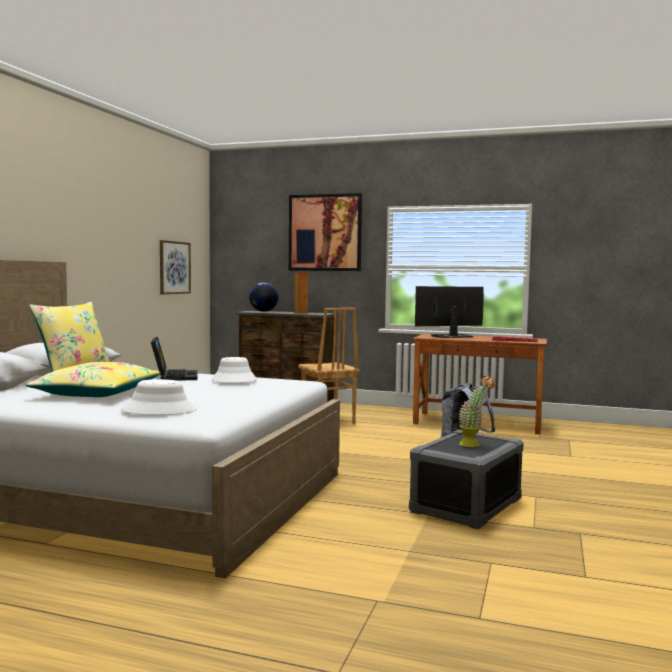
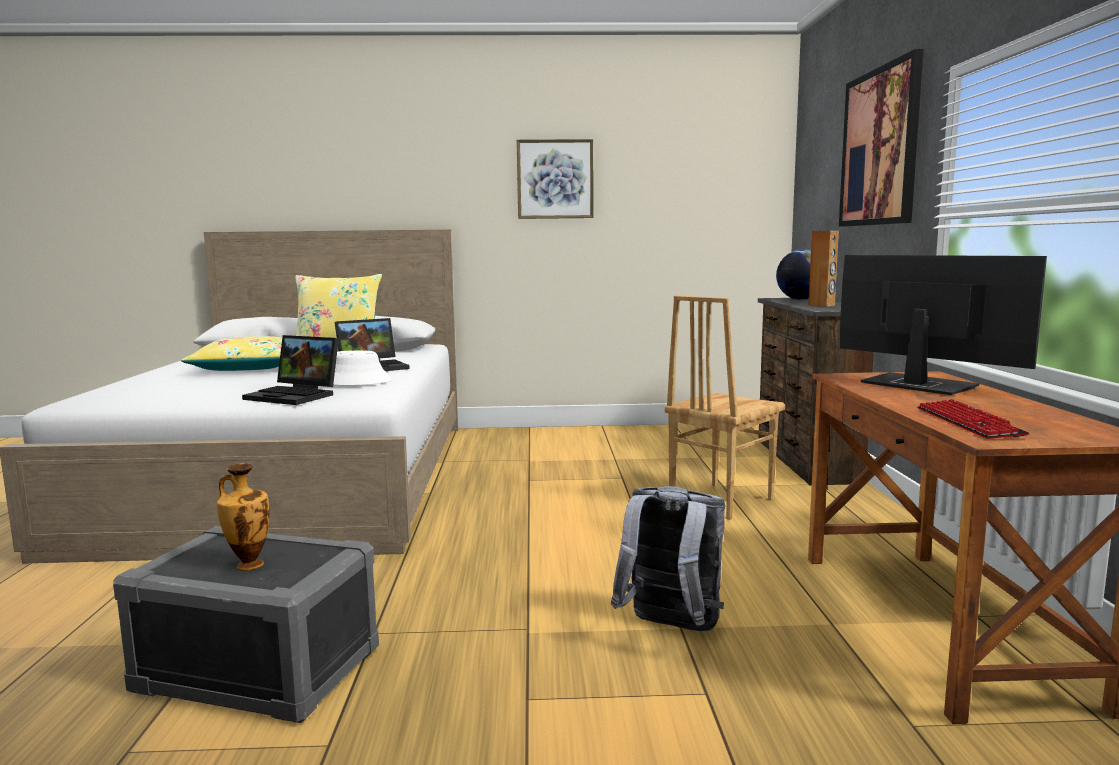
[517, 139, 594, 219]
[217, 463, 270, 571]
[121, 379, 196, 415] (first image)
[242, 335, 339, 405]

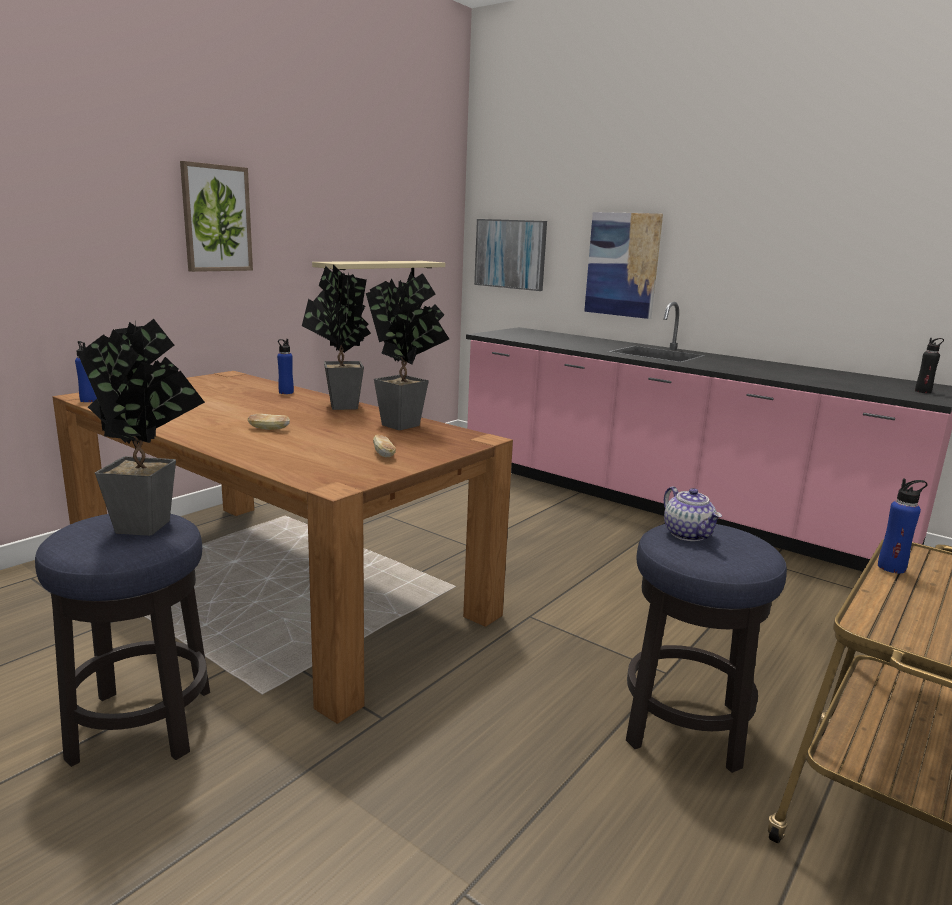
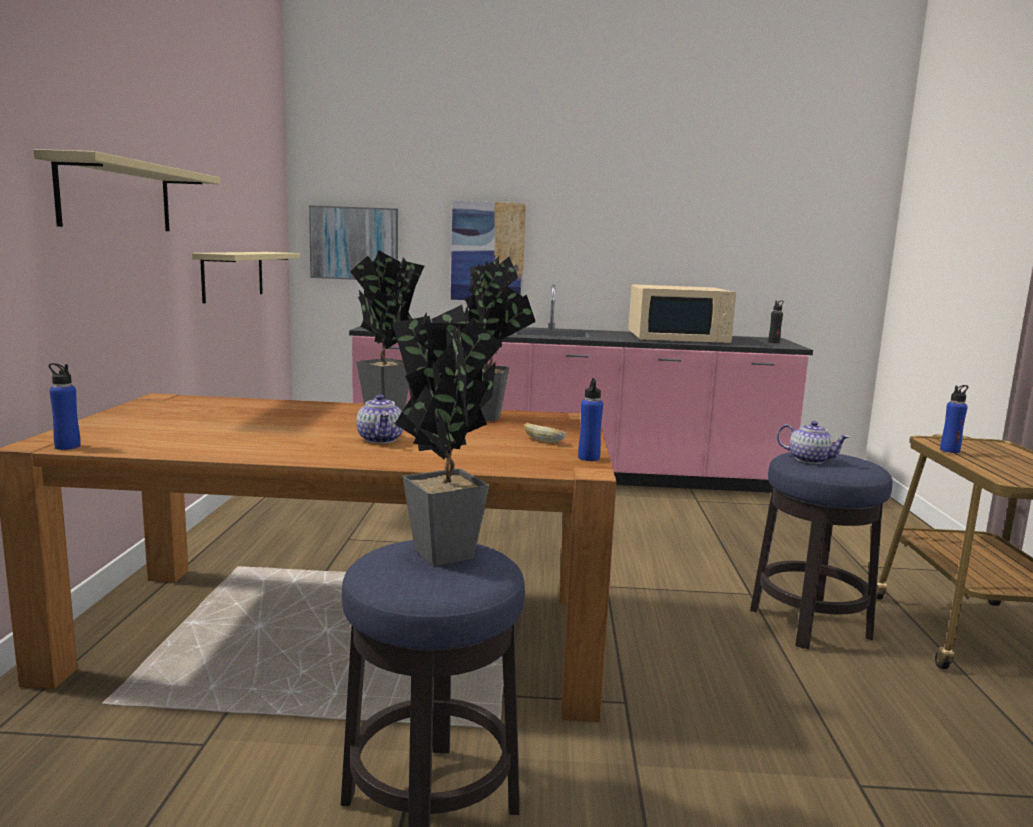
[33, 149, 220, 231]
[578, 378, 603, 461]
[356, 394, 403, 443]
[628, 284, 736, 344]

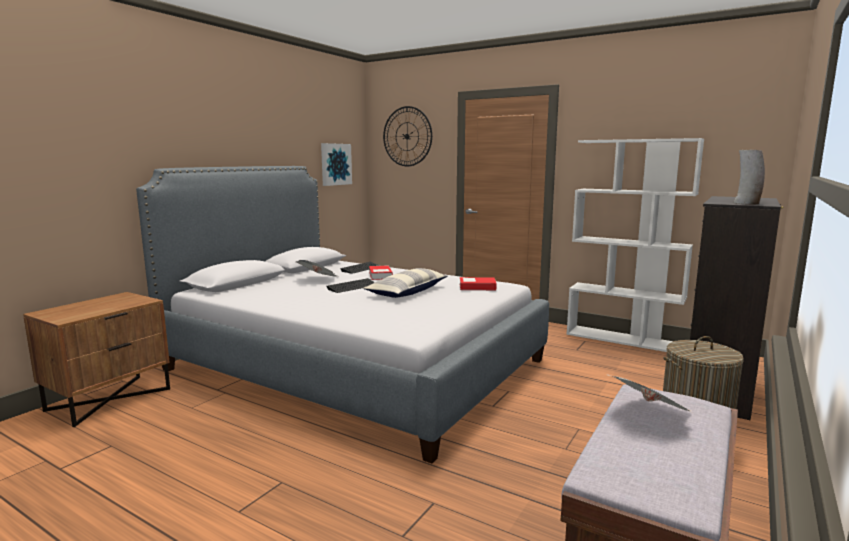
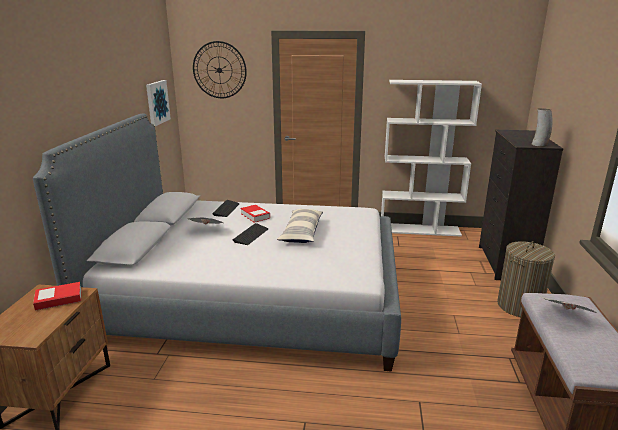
[33, 282, 82, 311]

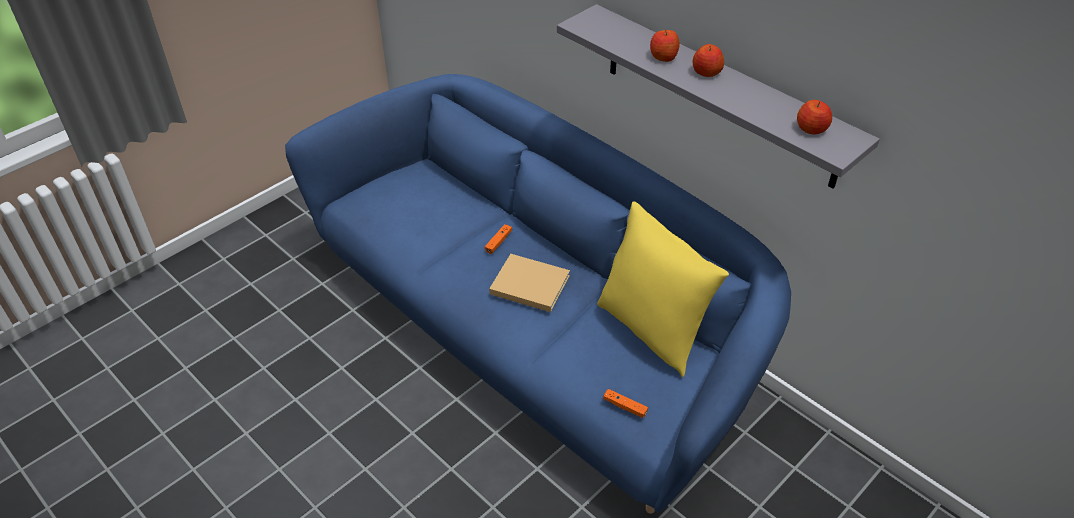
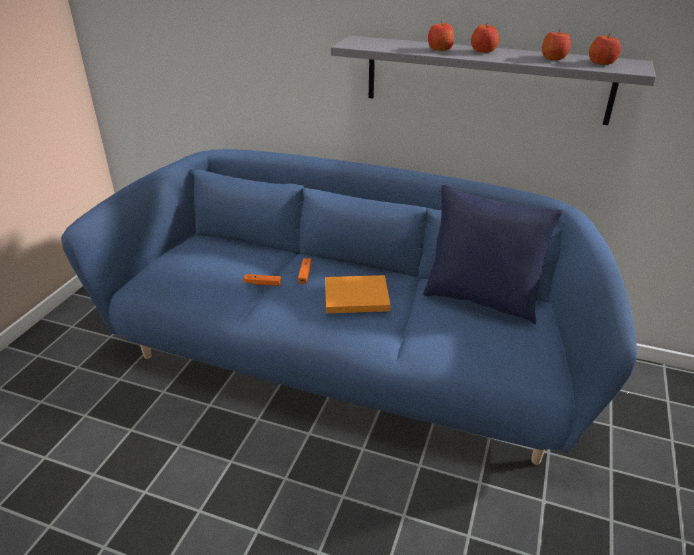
[423, 185, 563, 325]
[325, 275, 390, 313]
[243, 274, 281, 286]
[542, 30, 571, 60]

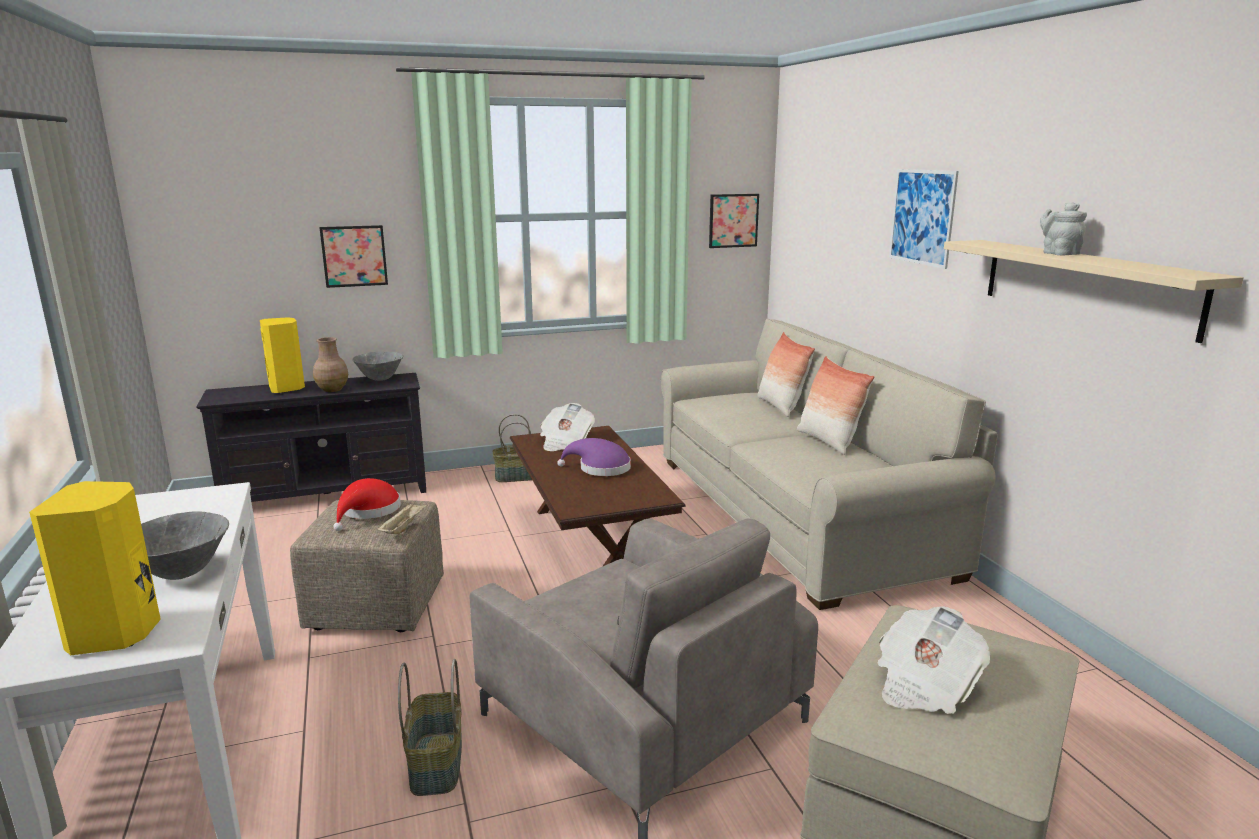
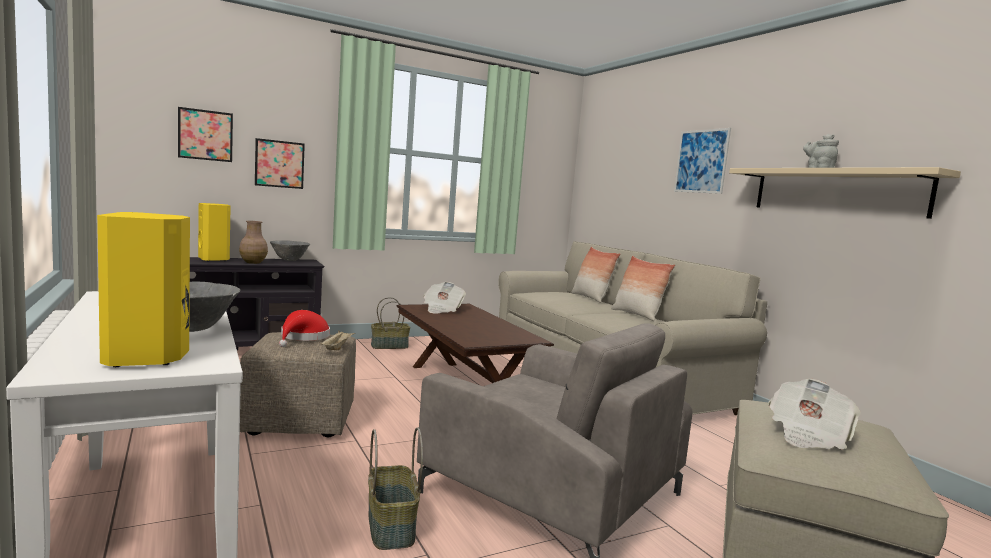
[178, 107, 233, 162]
[557, 438, 631, 476] (first image)

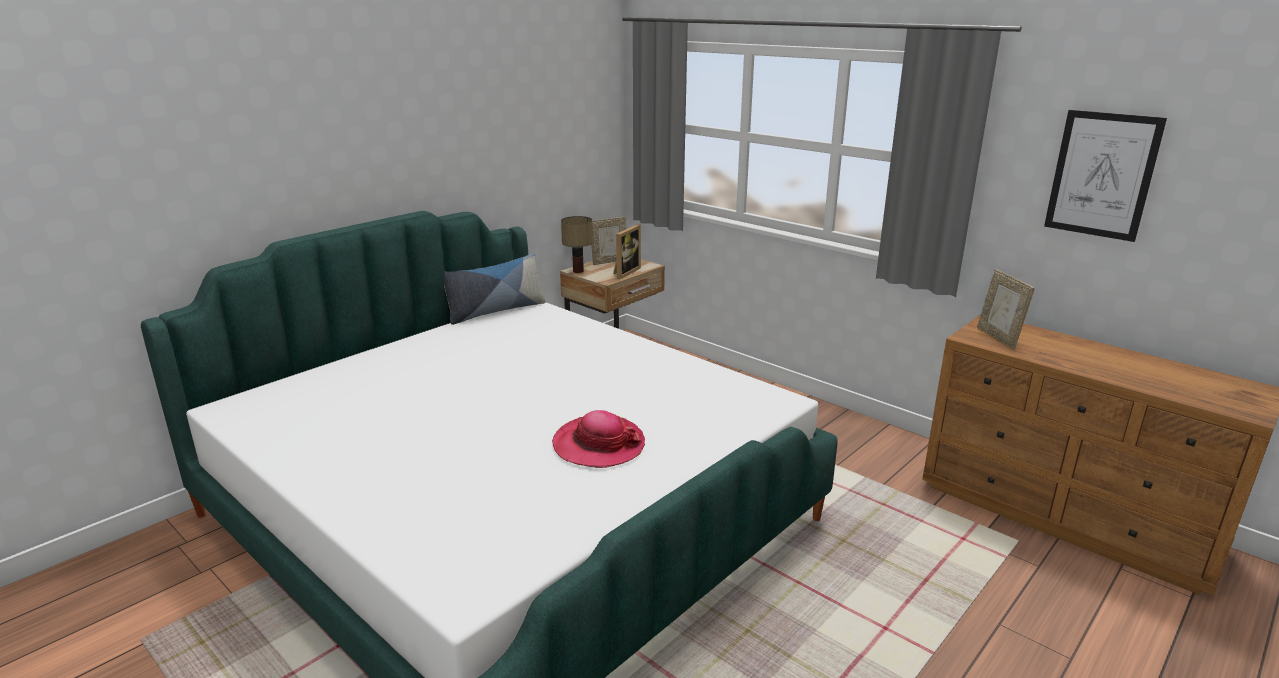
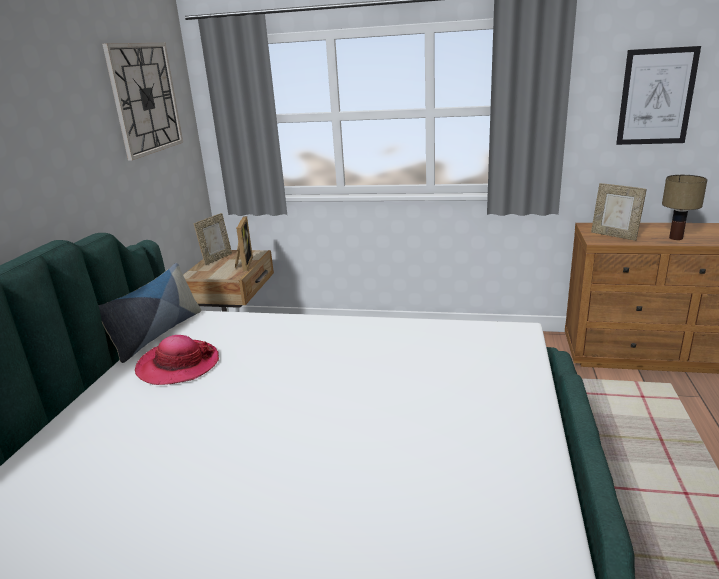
[662, 175, 708, 240]
[135, 335, 219, 385]
[102, 43, 183, 161]

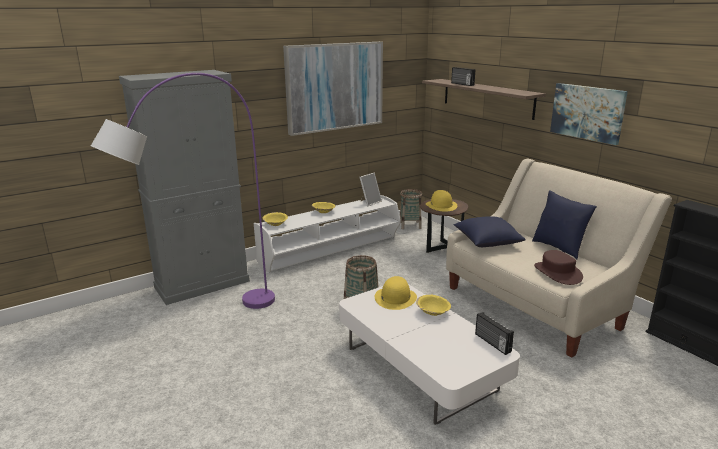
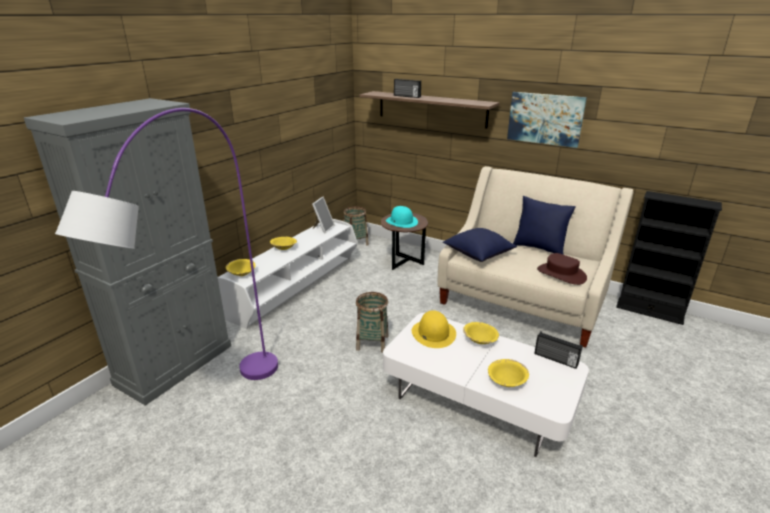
[283, 42, 383, 136] (first image)
[386, 206, 418, 228]
[488, 359, 529, 387]

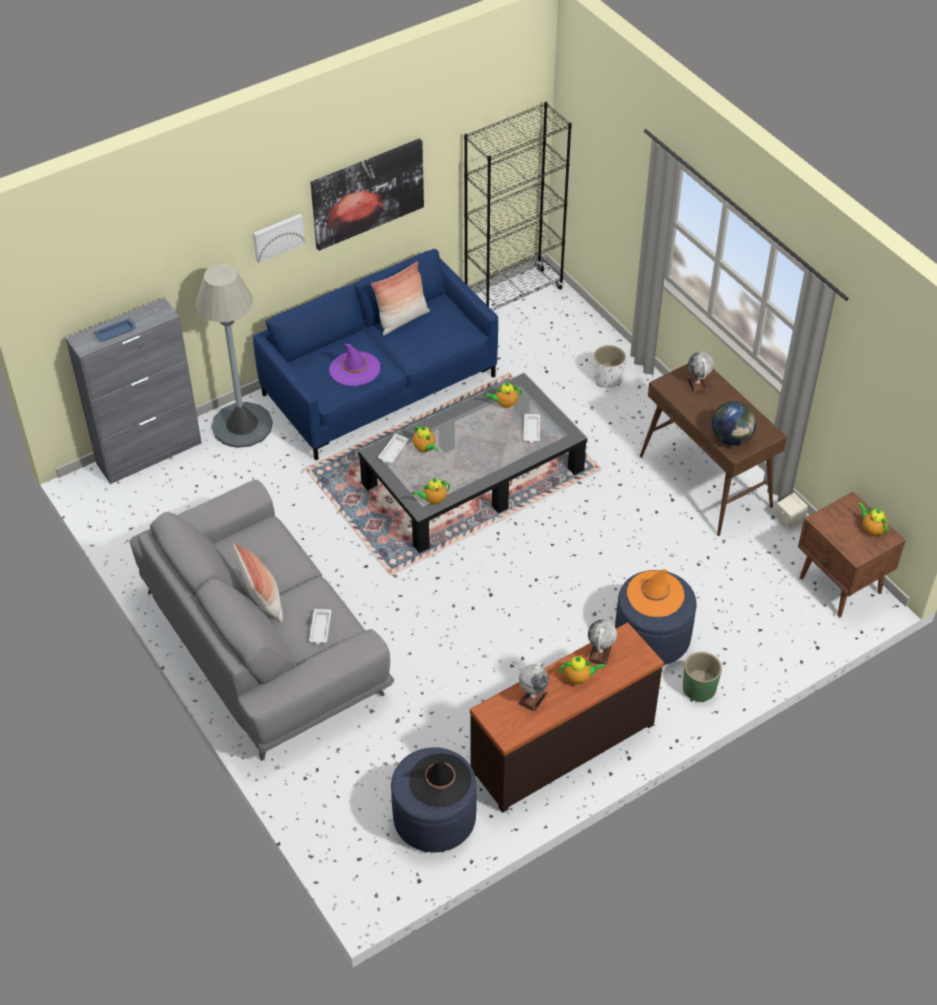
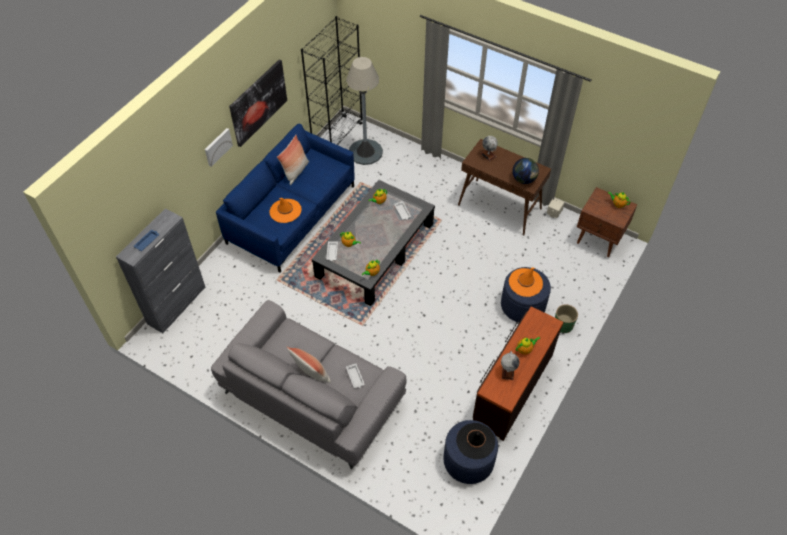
[346, 57, 383, 165]
[269, 198, 302, 223]
[594, 345, 626, 388] (first image)
[588, 620, 617, 666] (first image)

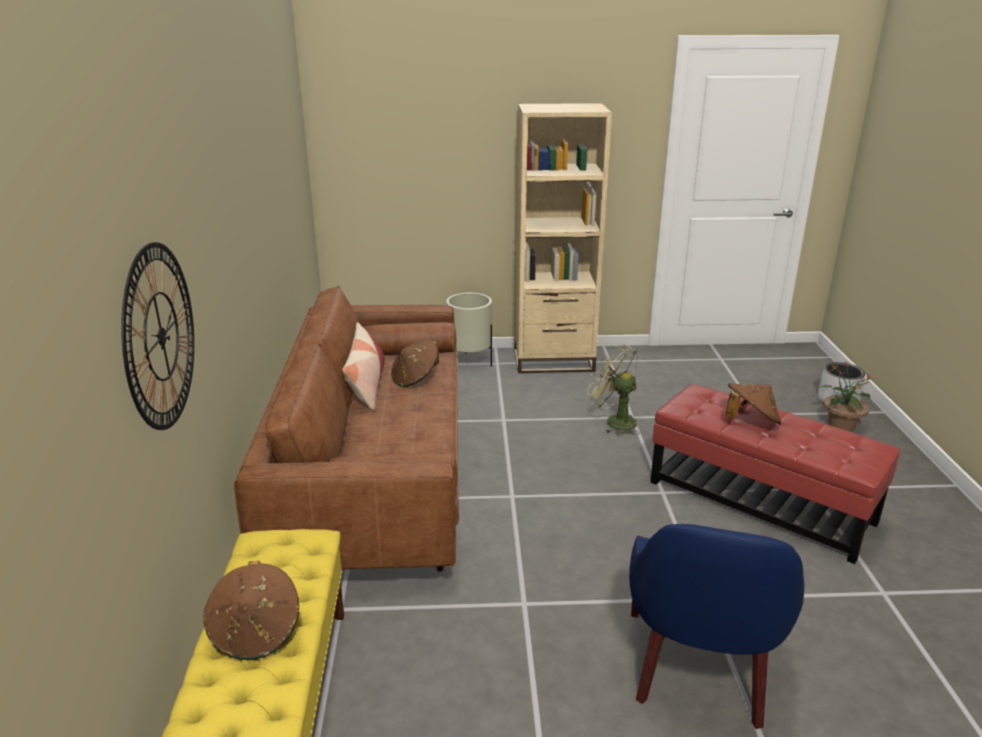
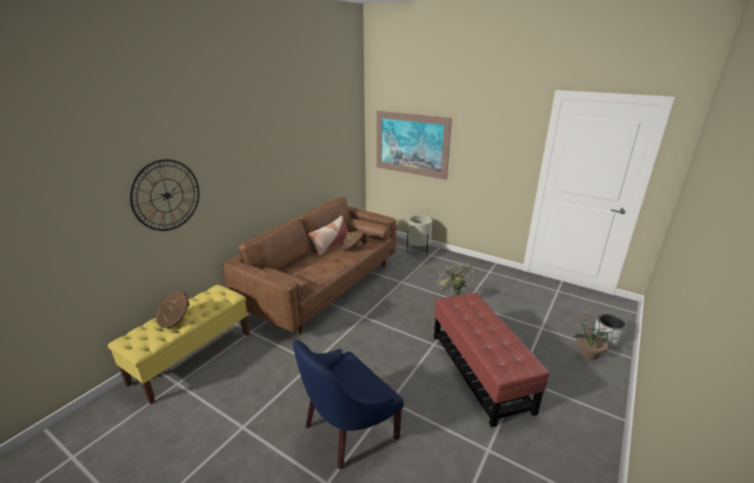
[514, 103, 612, 373] (first image)
[726, 383, 781, 425] (first image)
[377, 111, 452, 180]

